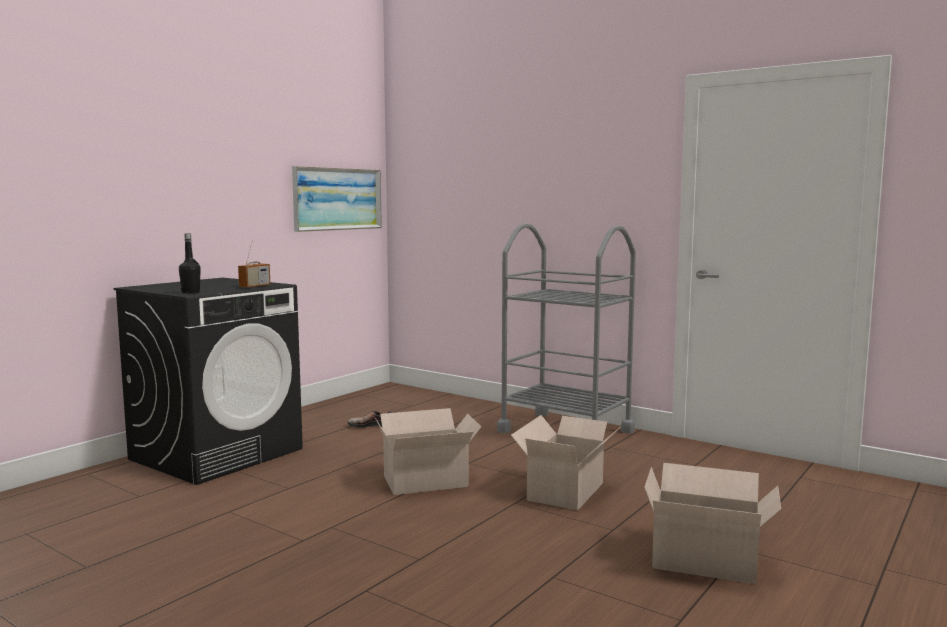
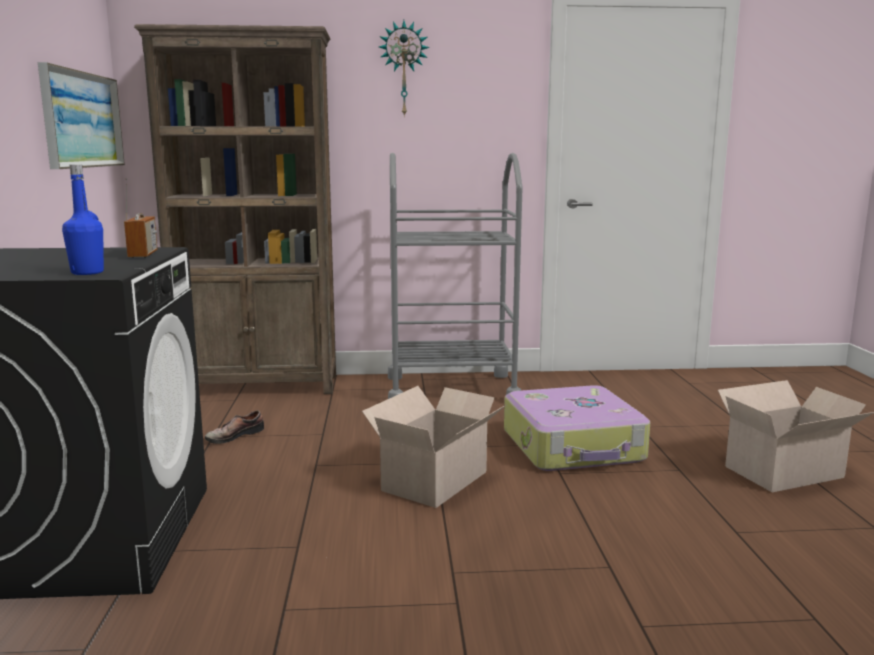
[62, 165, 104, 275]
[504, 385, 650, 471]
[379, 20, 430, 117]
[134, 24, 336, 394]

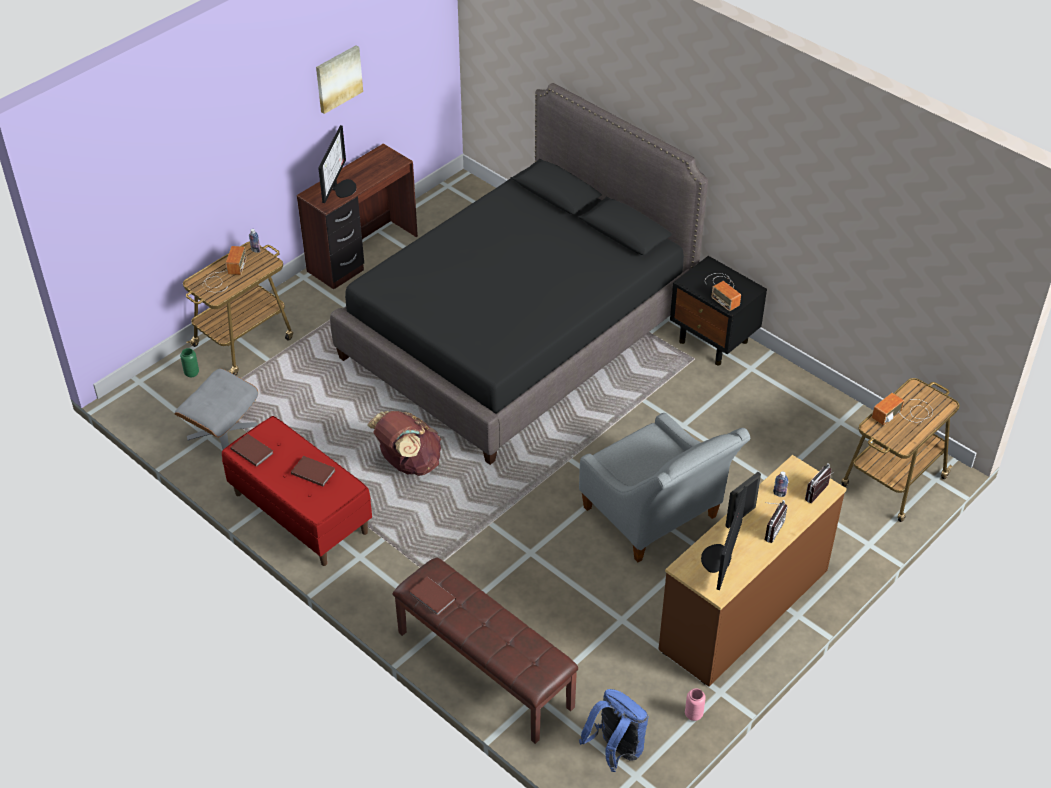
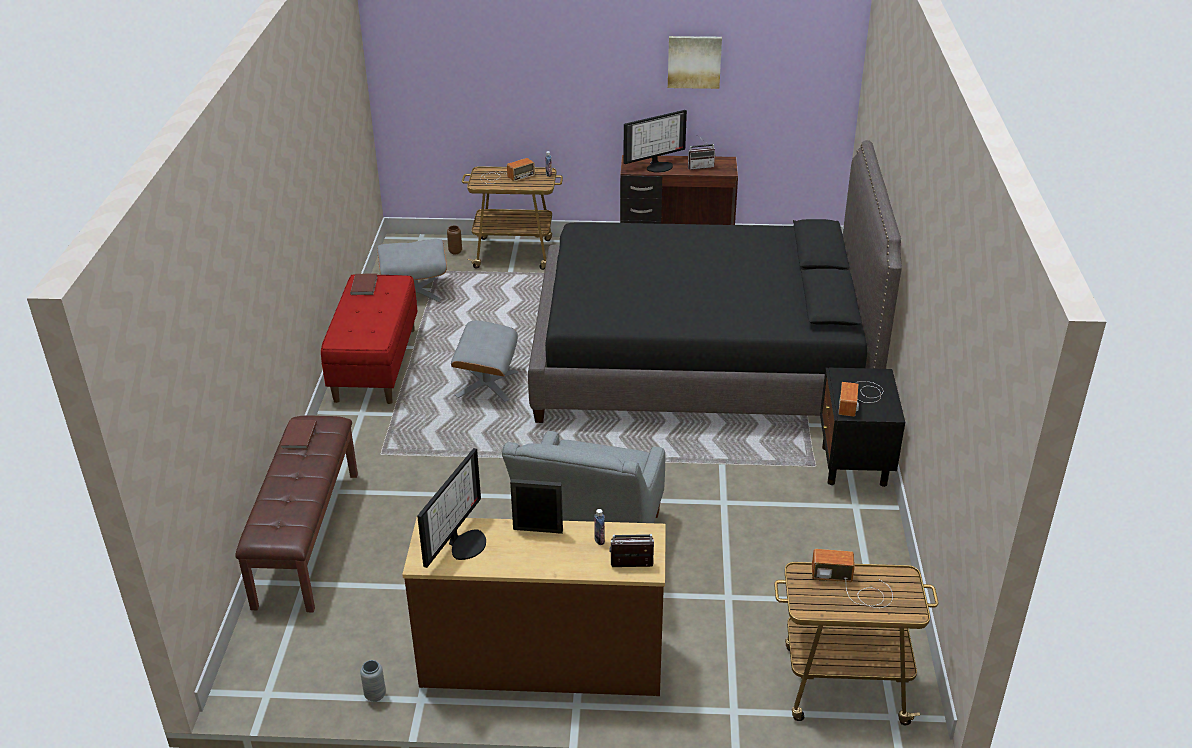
[447, 225, 462, 255]
[451, 321, 518, 402]
[291, 456, 335, 486] (first image)
[417, 448, 486, 568]
[688, 136, 716, 170]
[360, 660, 386, 702]
[579, 689, 648, 772] (first image)

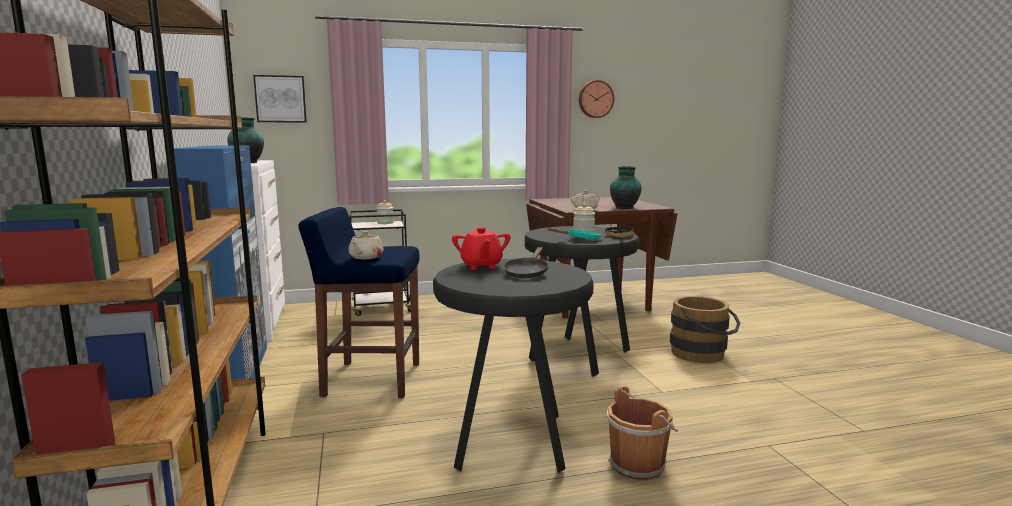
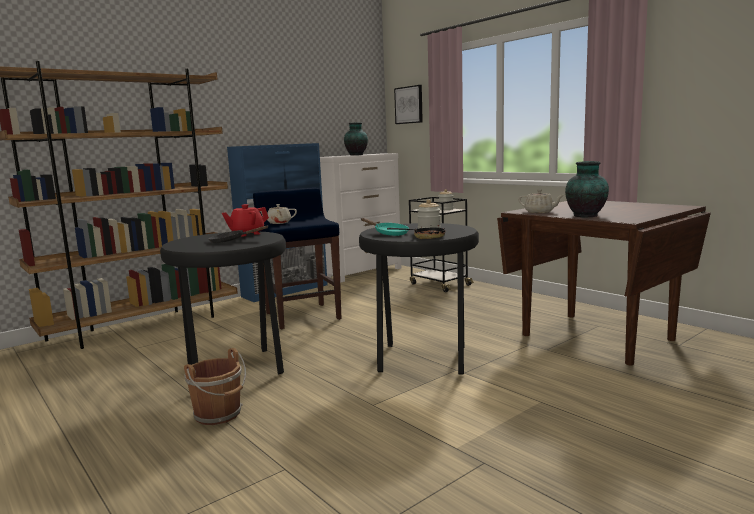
[579, 80, 614, 118] (first image)
[670, 296, 740, 363] (first image)

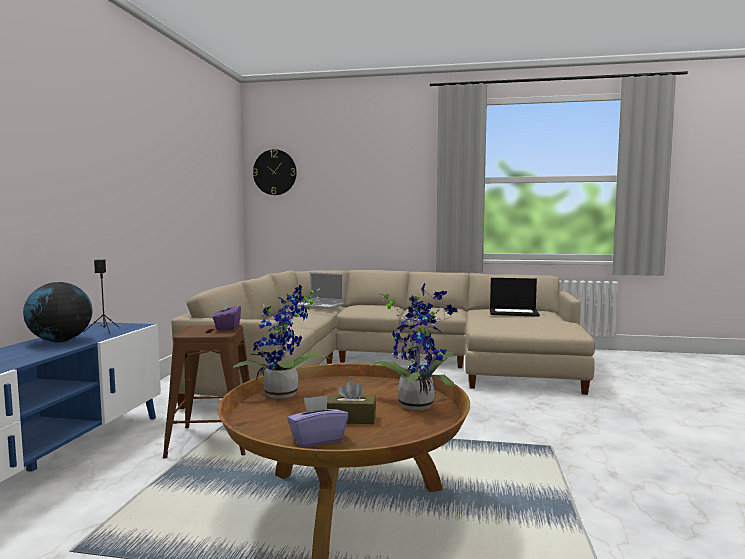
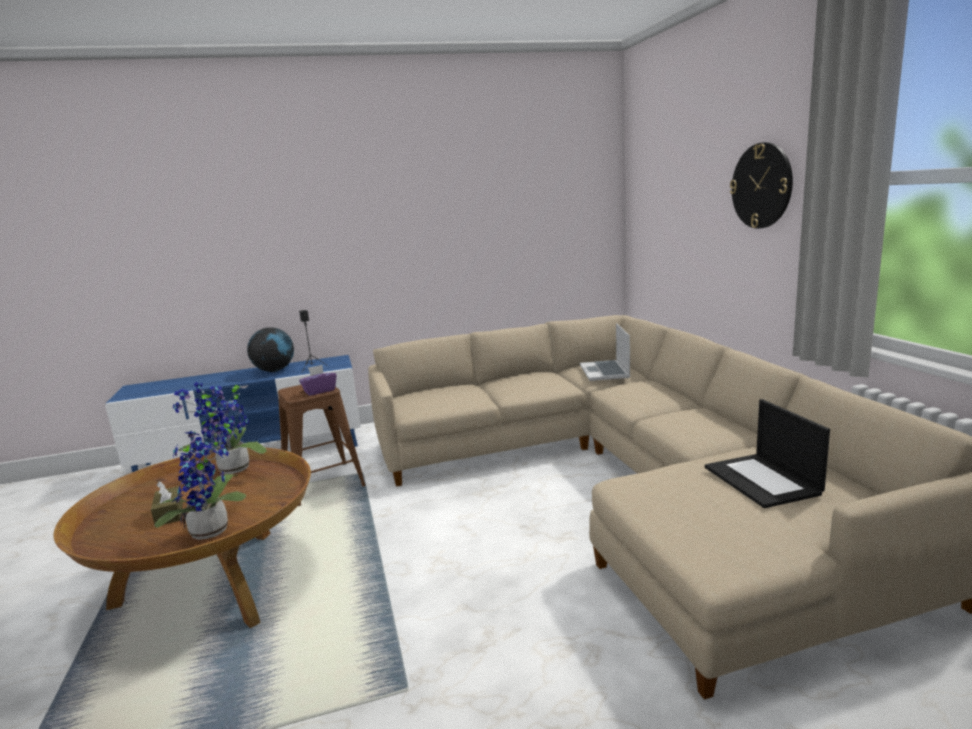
[730, 142, 793, 229]
[287, 395, 349, 447] (first image)

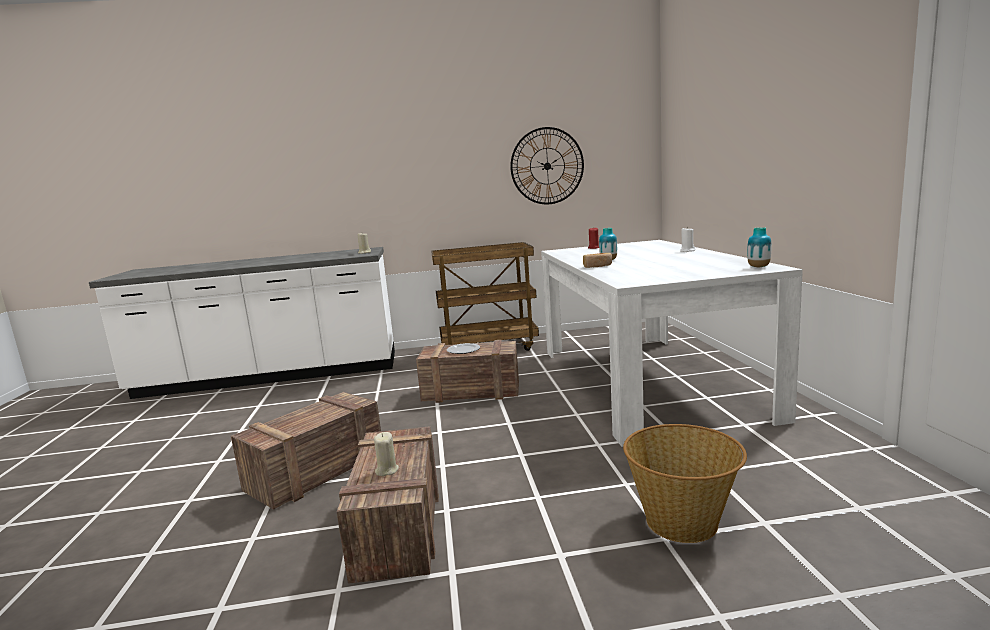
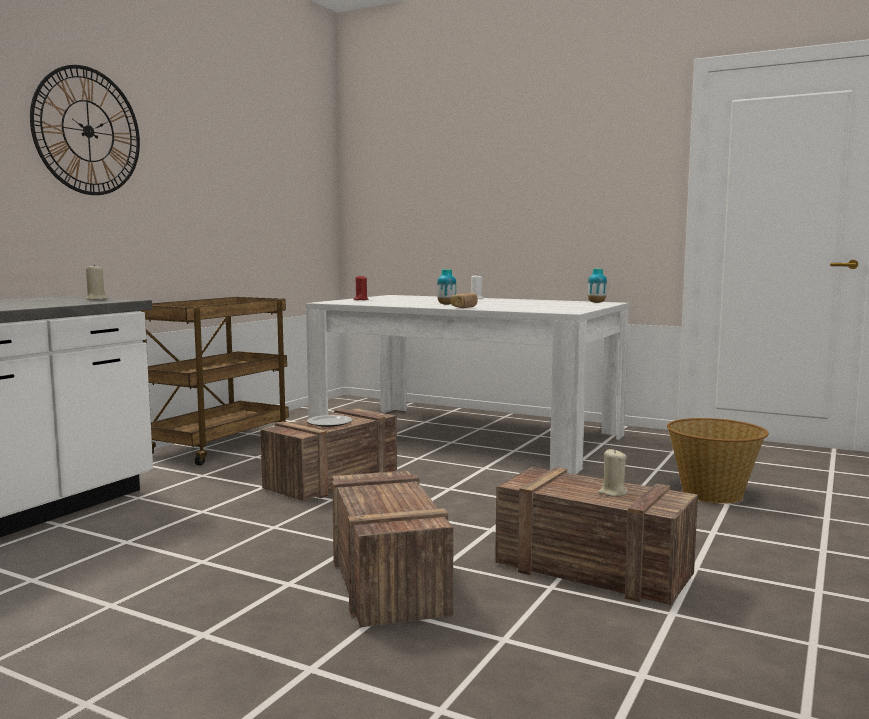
[30, 65, 140, 195]

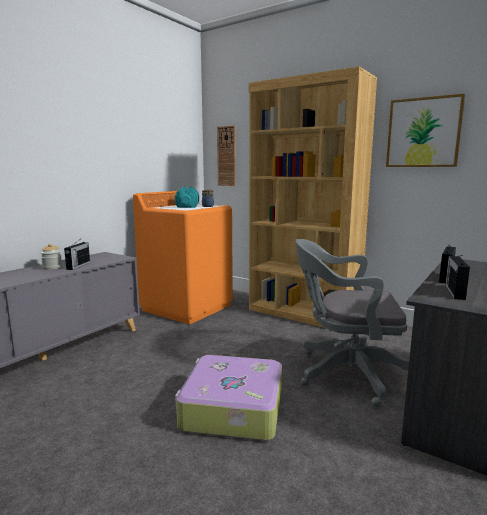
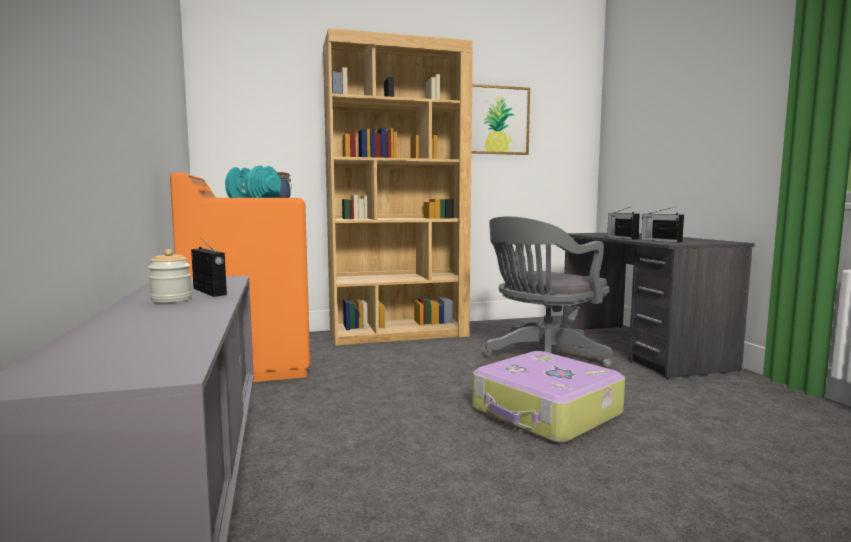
[217, 125, 236, 186] (first image)

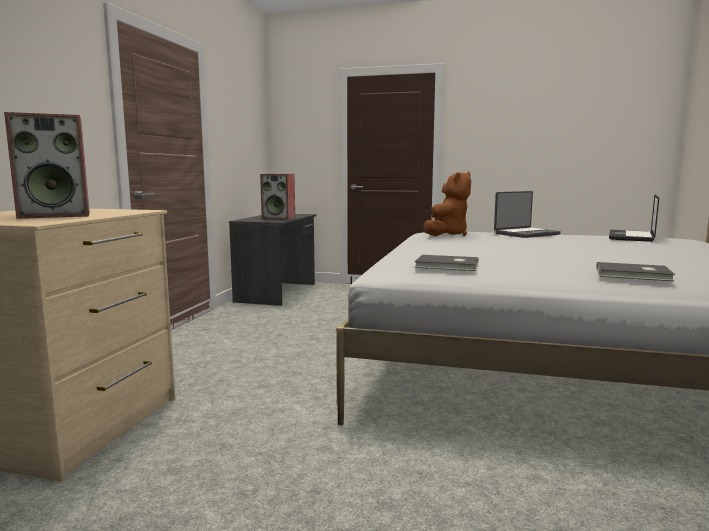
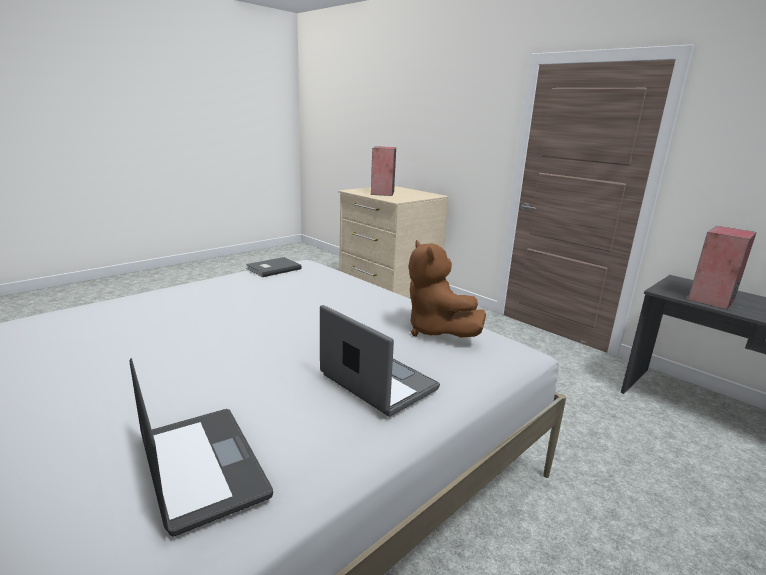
[320, 305, 440, 417]
[596, 262, 675, 281] (first image)

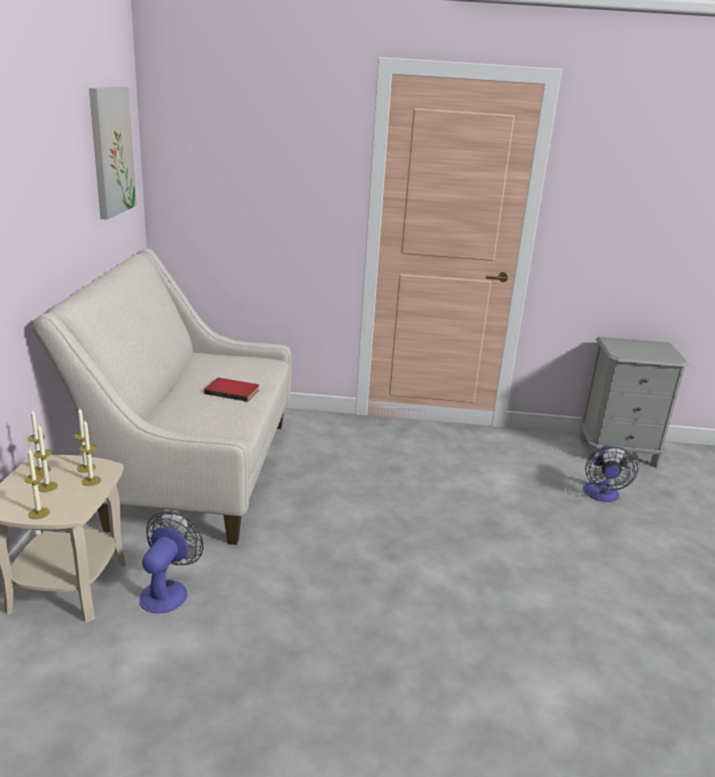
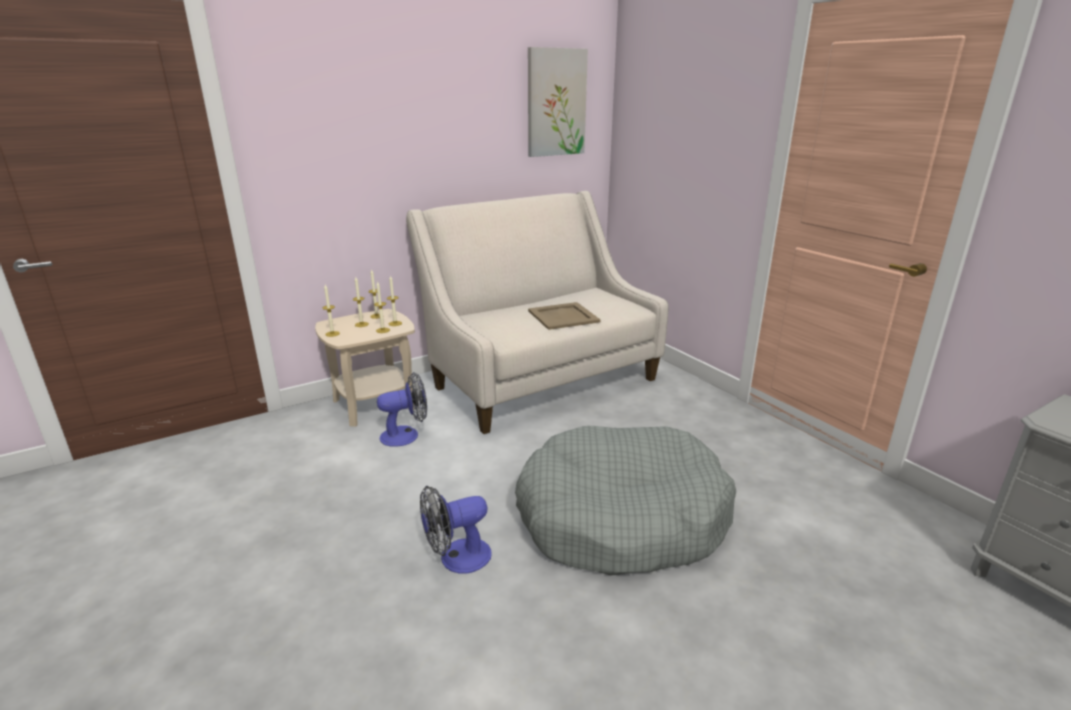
[528, 302, 601, 330]
[420, 486, 492, 574]
[515, 426, 736, 576]

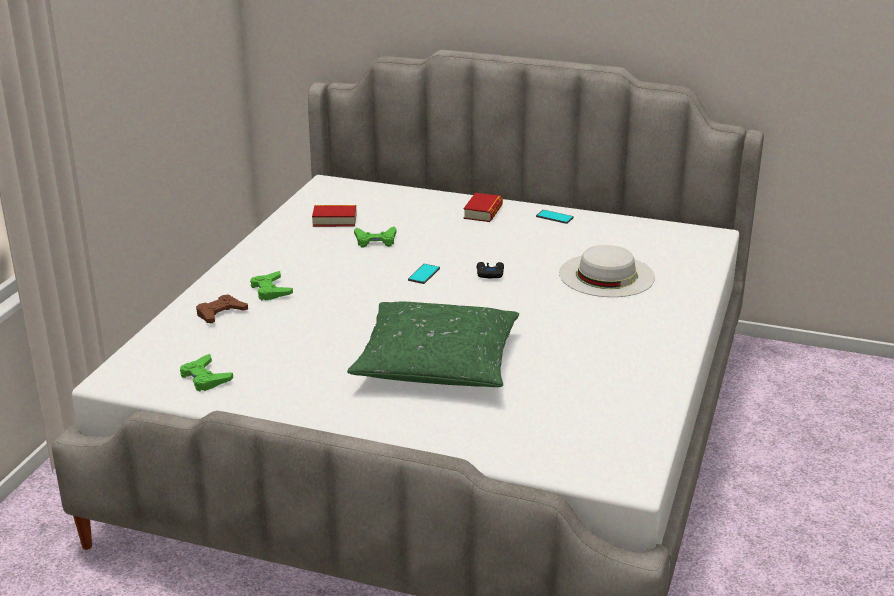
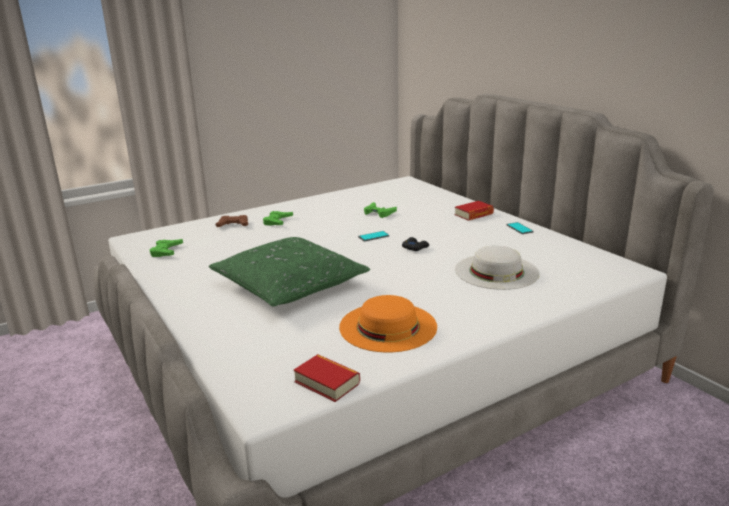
[294, 354, 360, 402]
[339, 295, 437, 352]

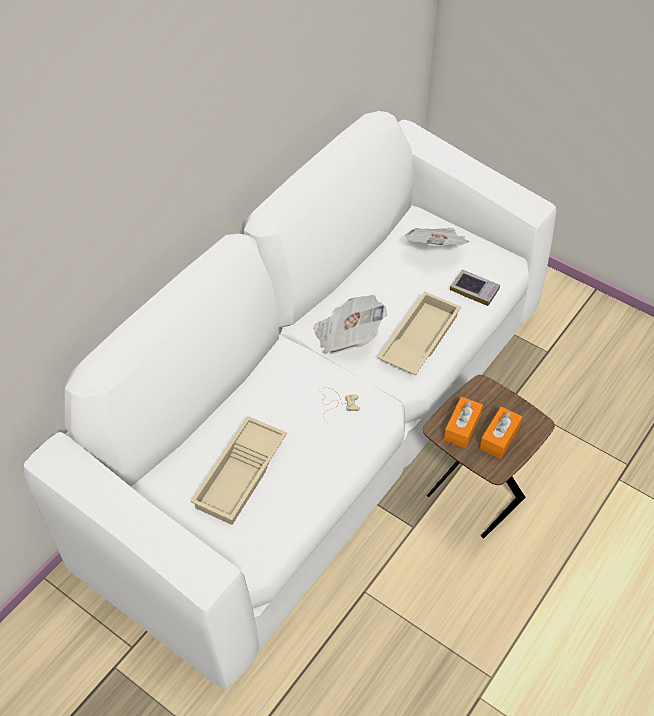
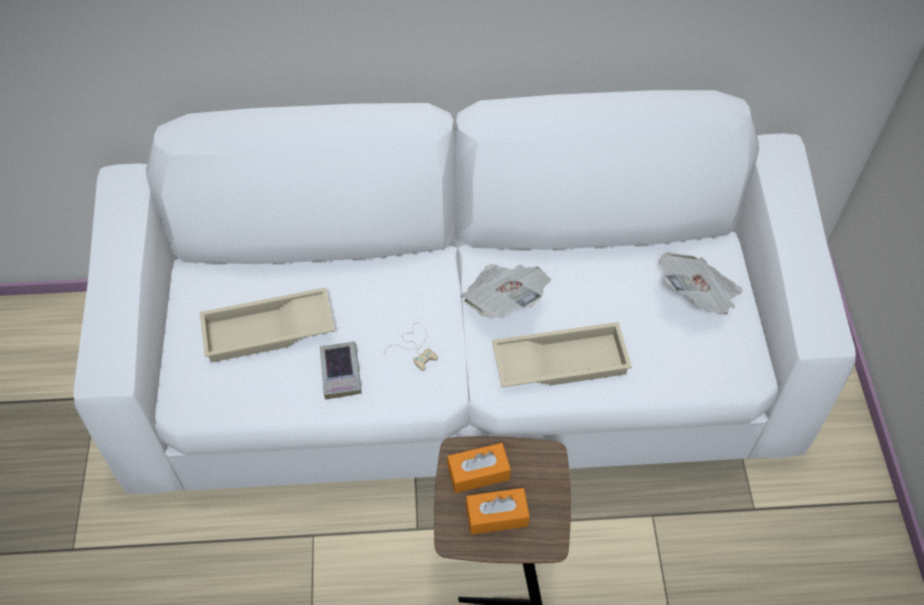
[320, 341, 362, 399]

